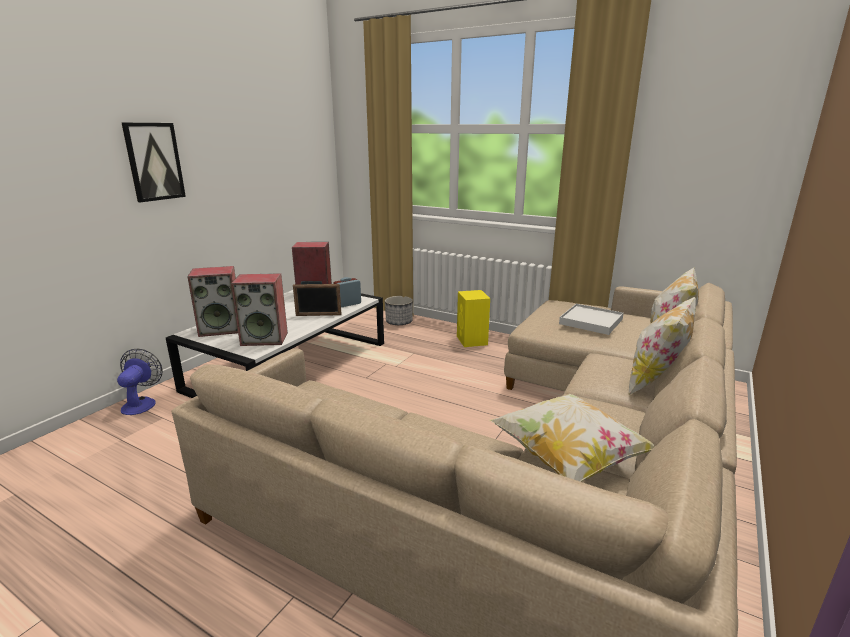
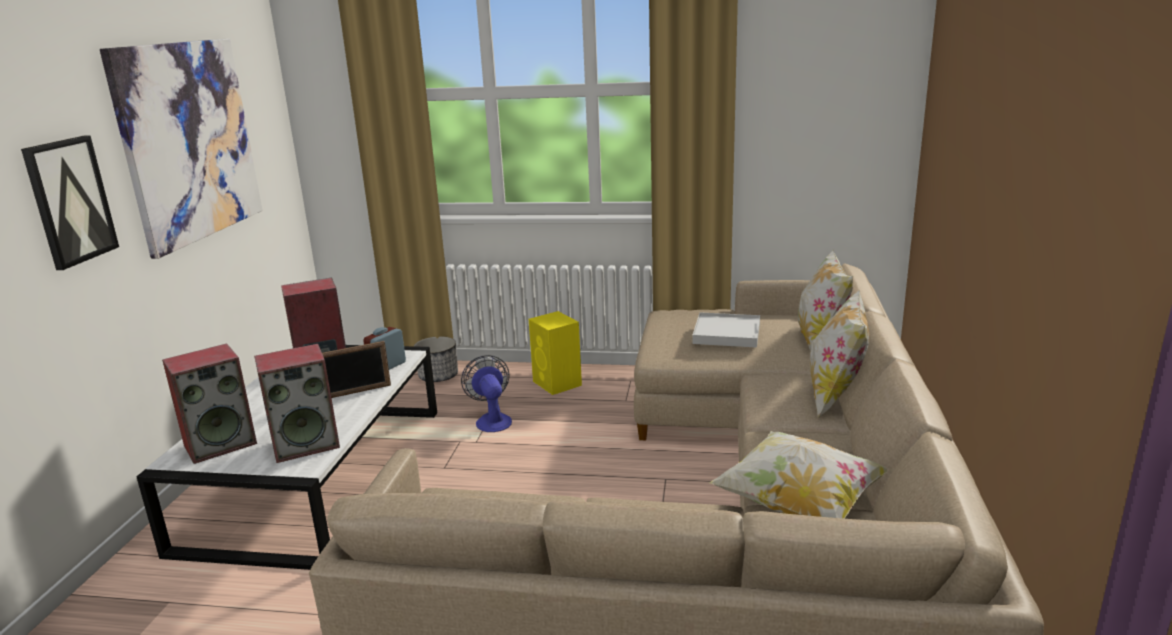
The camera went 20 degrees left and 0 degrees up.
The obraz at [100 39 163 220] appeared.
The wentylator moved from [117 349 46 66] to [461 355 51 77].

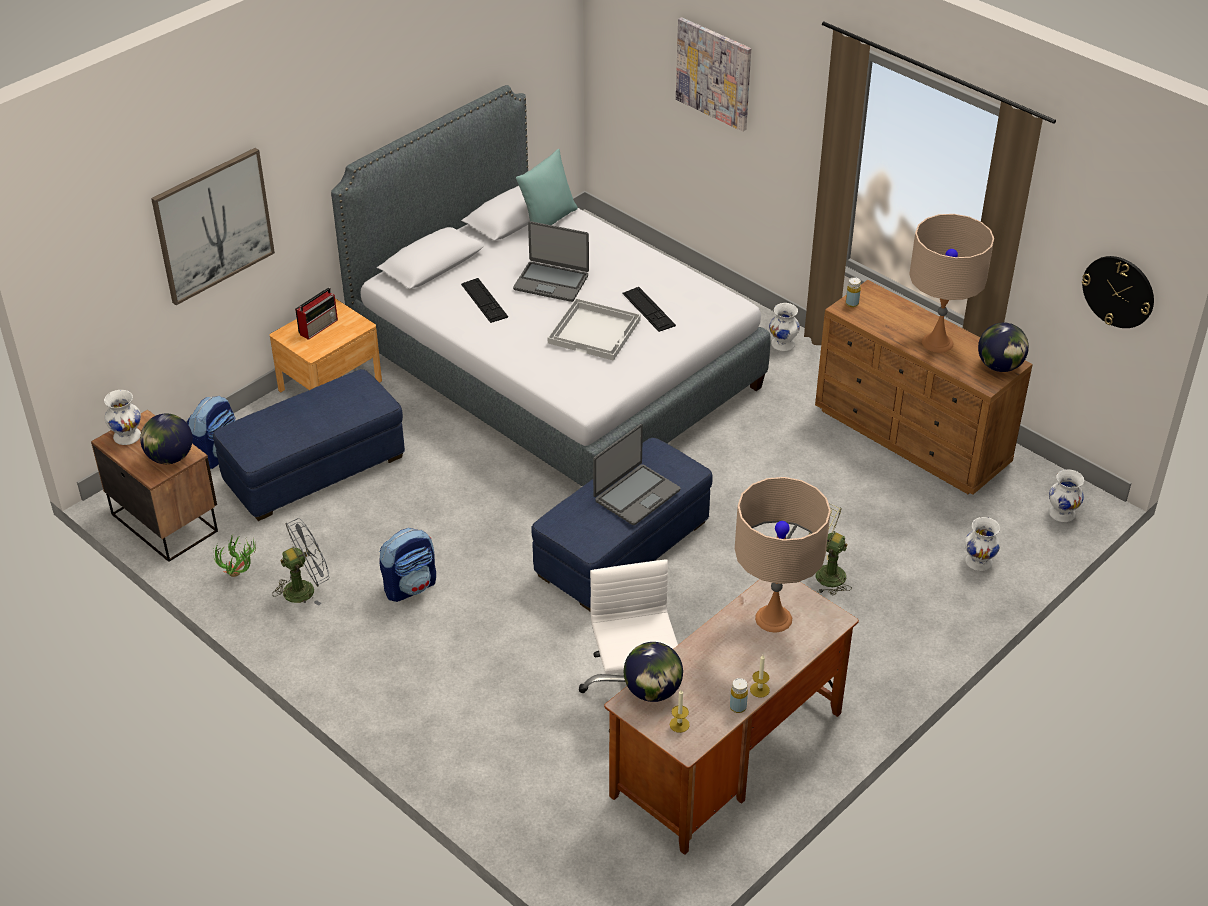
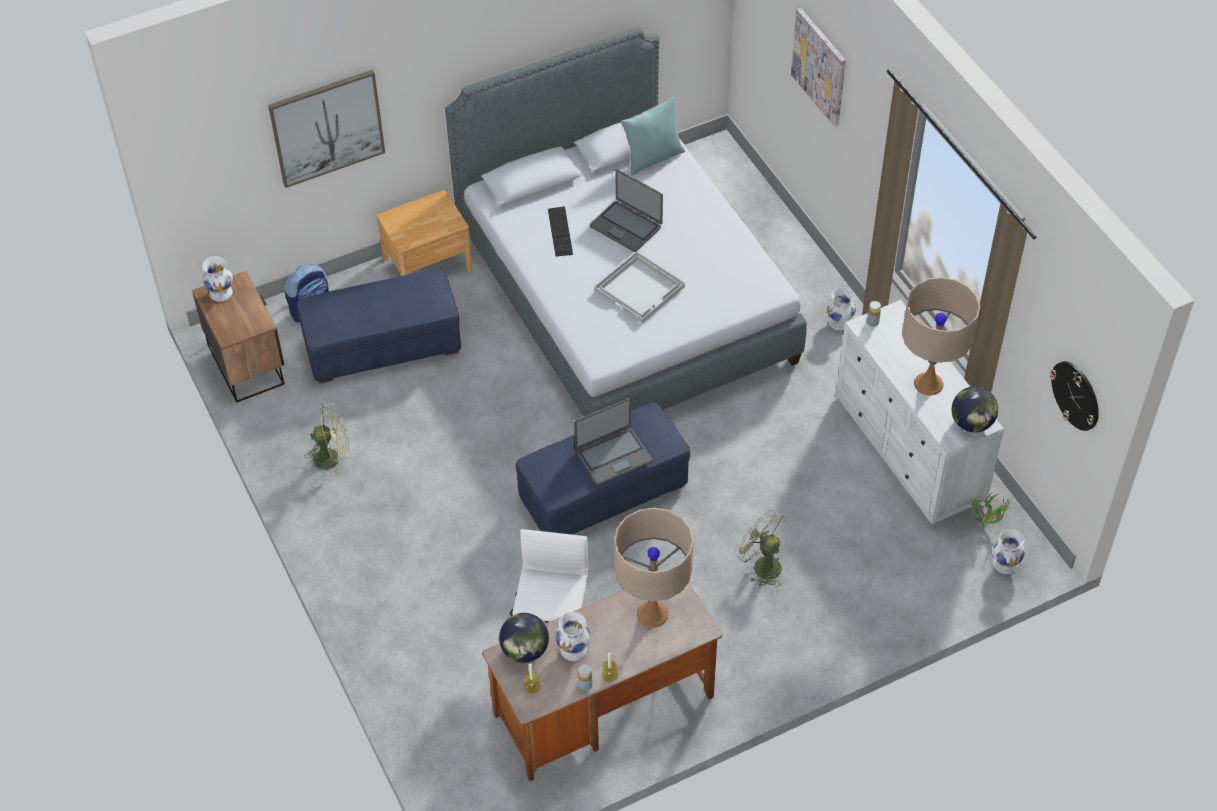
The camera went 20 degrees right and 10 degrees up.
The wentylator (szary) at [272 518 57 88] became the wentylator (zielony) at [305 403 44 73].
The wazon (biały) moved from [965 517 35 54] to [556 612 35 49].
The komoda (brązowy) at [815 280 218 215] became the komoda (biały) at [836 300 168 224].
The roślina doniczkowa moved from [213 534 43 43] to [971 493 39 33].
The globus at [140 413 53 51] disappeared.
The radio at [295 288 43 52] disappeared.
The plecak at [379 528 57 74] disappeared.
The klawiatura at [622 287 54 45] disappeared.

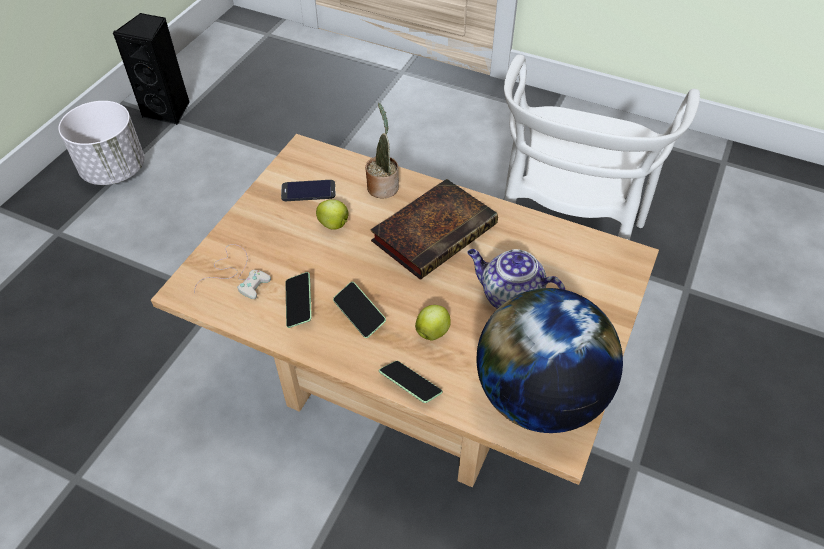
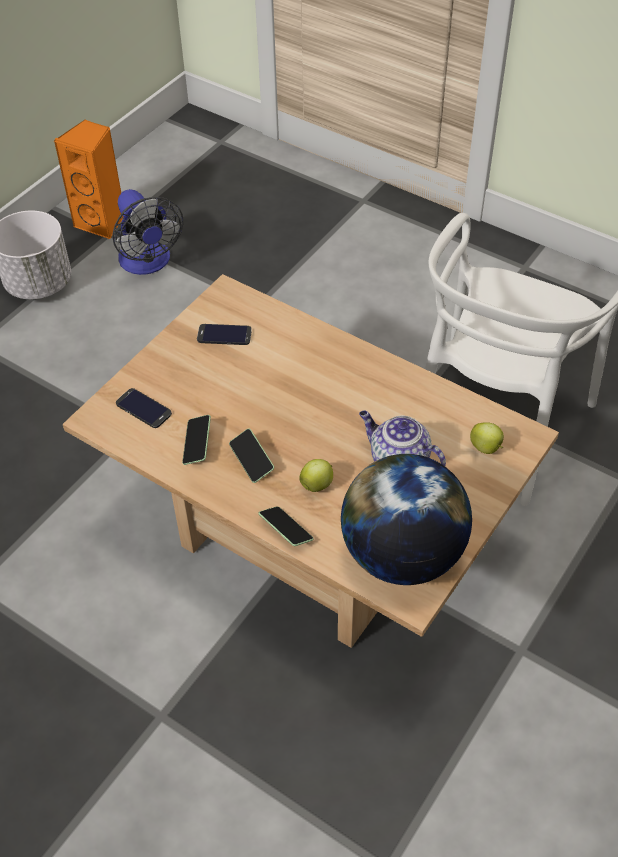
The camera went 10 degrees right and 0 degrees up.
The głośnik (czarny) at [113 13 77 112] became the głośnik (pomarańczowy) at [54 120 69 119].
The wentylator at [113 189 70 86] appeared.
The pad do gier (biały) at [194 244 77 55] was replaced by the telefon at [116 388 56 40].
The jabłko moved from [316 199 32 31] to [470 422 34 32].
The roślina doniczkowa at [365 103 34 96] disappeared.
The książka at [370 179 128 101] disappeared.

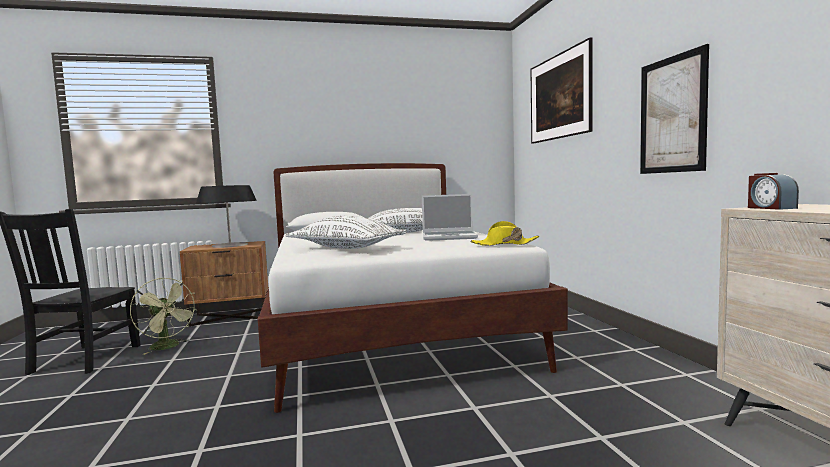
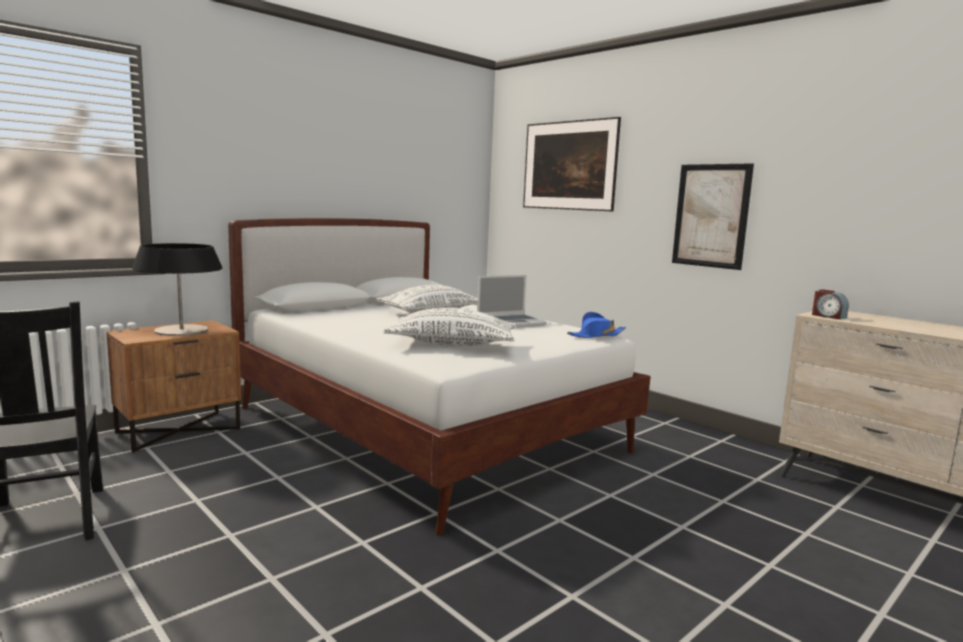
The camera went 30 degrees left and 5 degrees up.
The kapelusz (żółty) at [471 221 68 25] became the kapelusz (niebieski) at [567 312 59 26].
The wentylator (zielony) at [130 278 68 77] disappeared.

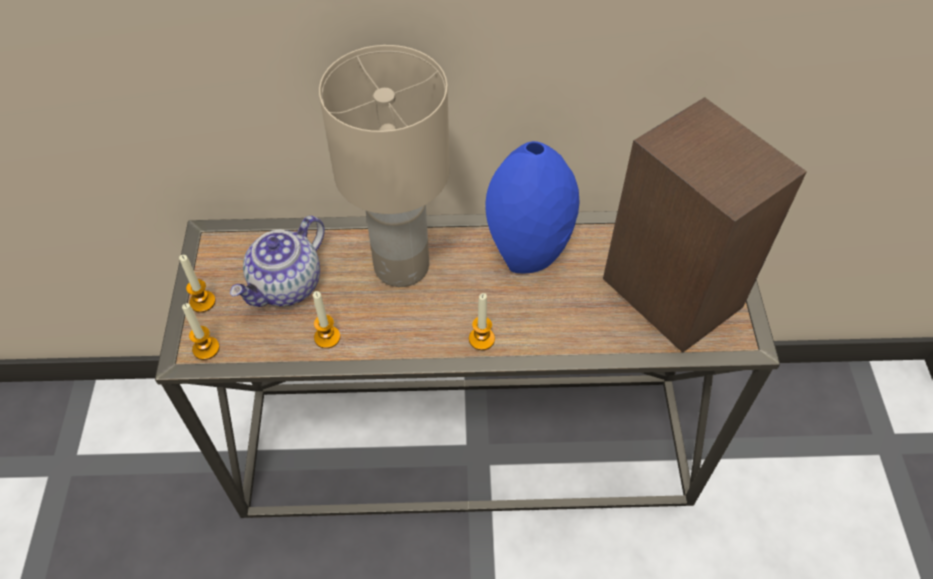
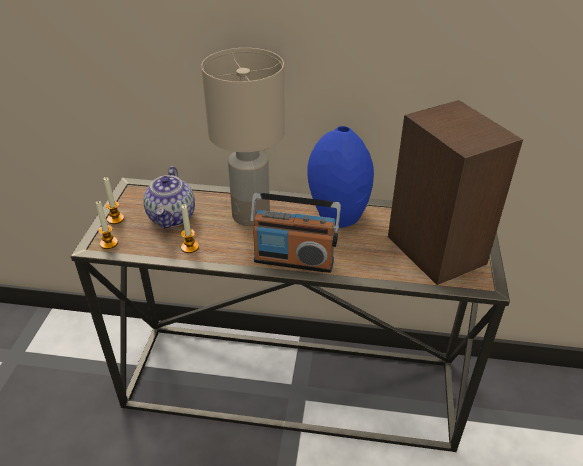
The camera went 10 degrees right and 15 degrees down.
The imbryk at [230 216 95 91] turned 45 degrees counterclockwise.
The świeca at [469 293 26 57] was replaced by the radio at [250 193 91 80].

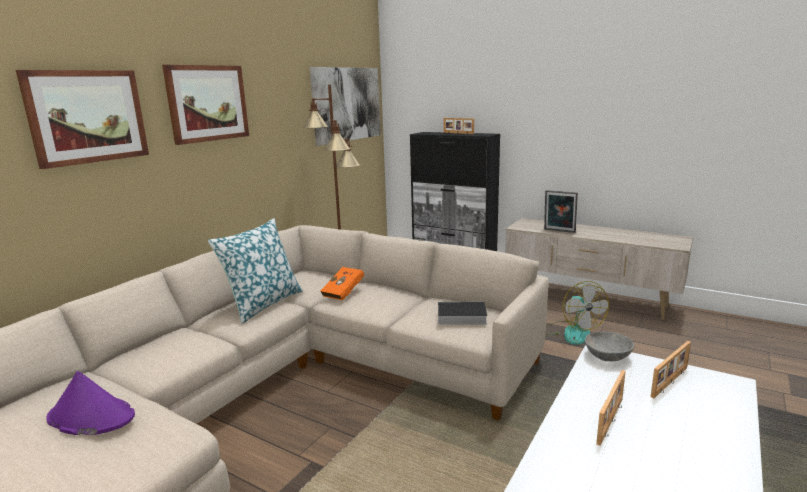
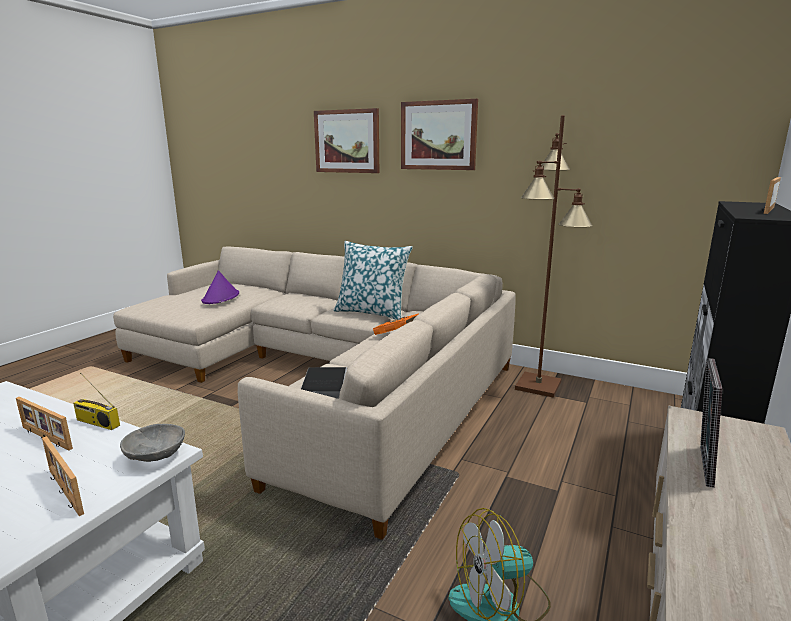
The camera went 85 degrees right and 0 degrees up.
The radio at [73 373 47 57] appeared.
The obraz at [310 67 71 79] disappeared.

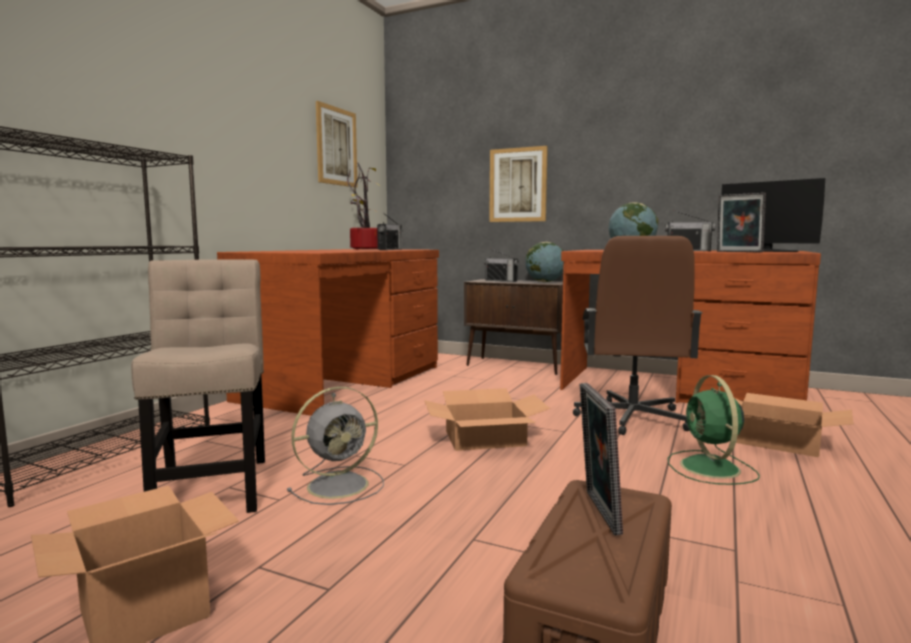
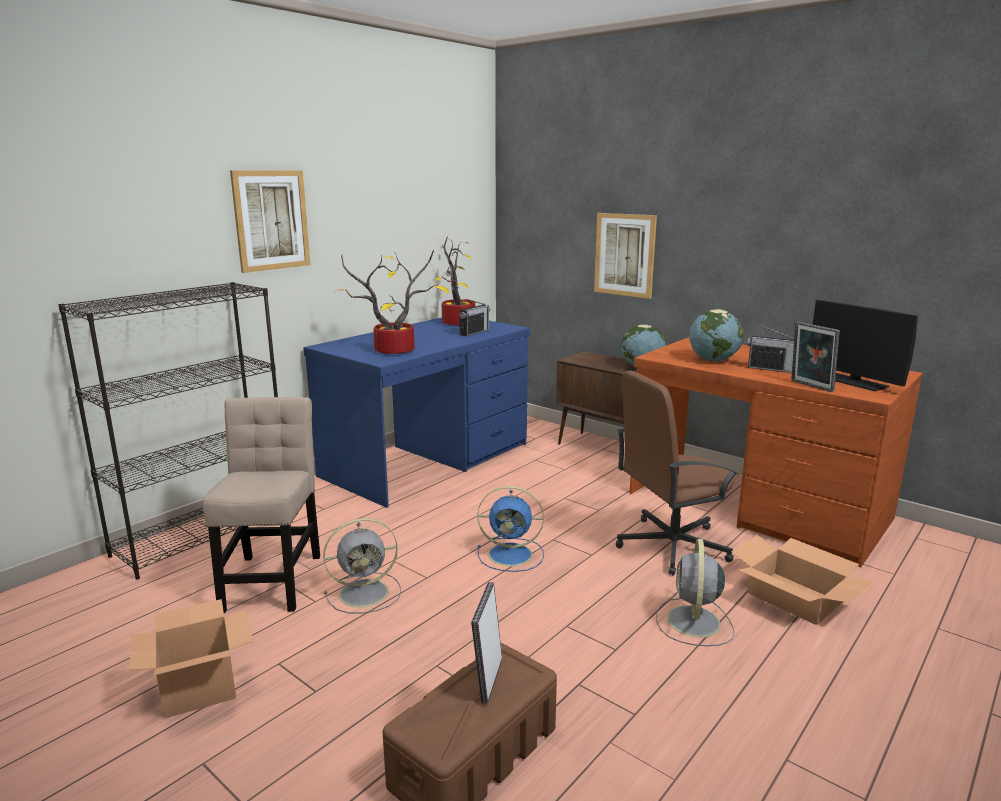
The camera went 15 degrees right and 10 degrees up.
The obraz moved from [316 101 42 86] to [230 170 80 103].
The biurko (brązowy) at [217 249 222 167] became the biurko (niebieski) at [303 318 227 190].
The roślina doniczkowa at [337 250 112 104] appeared.
The karton at [424 388 126 63] was replaced by the wentylator (niebieski) at [477 486 67 86].
The krzesło biurowe (brązowy) at [573 236 130 199] turned 45 degrees clockwise.
The wentylator (zielony) at [667 375 93 110] became the wentylator (szary) at [656 539 79 107].
The radio at [484 248 35 34] disappeared.

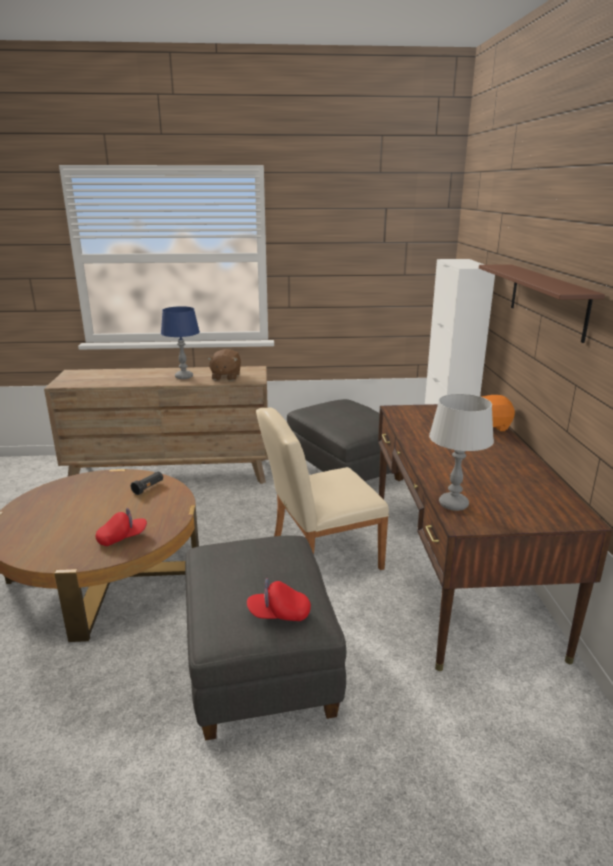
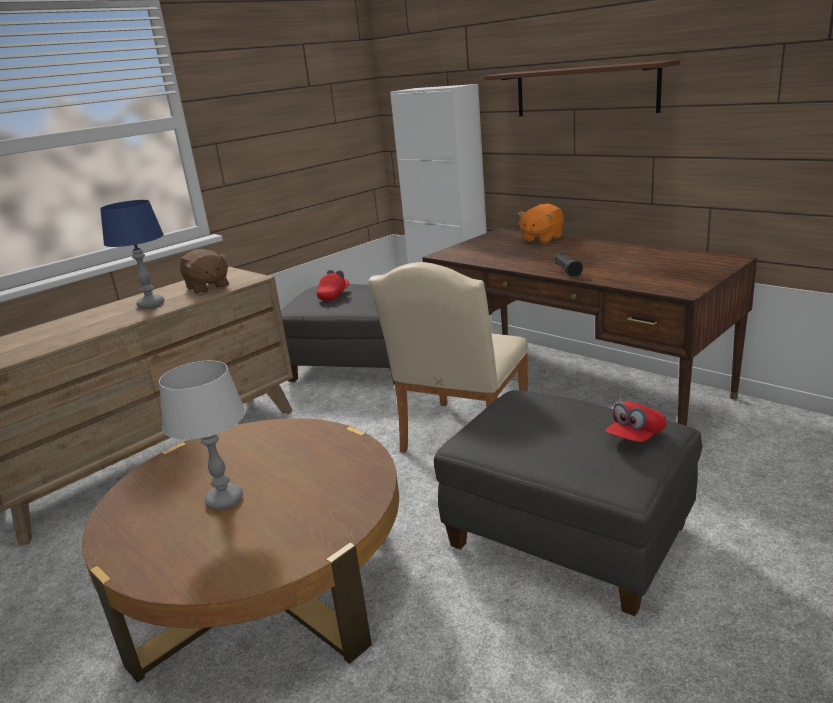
The camera went 40 degrees left and 0 degrees up.
The lampa stołowa (szary) moved from [429 394 65 117] to [159 361 87 149].
The czapka z daszkiem (czerwony) moved from [95 508 52 38] to [316 270 33 31].
The latarka (czarny) moved from [131 471 32 24] to [555 253 28 24].

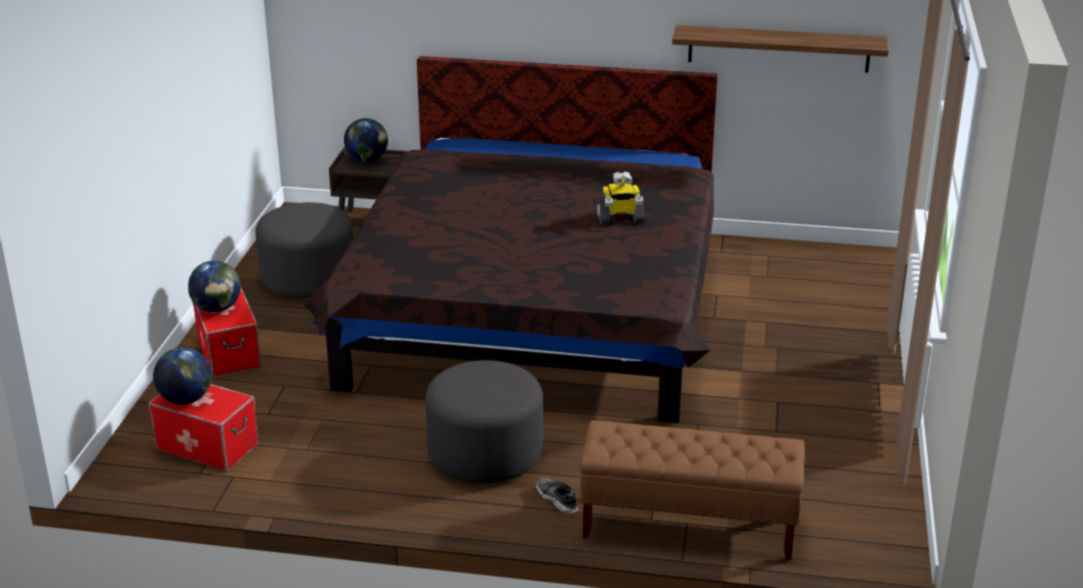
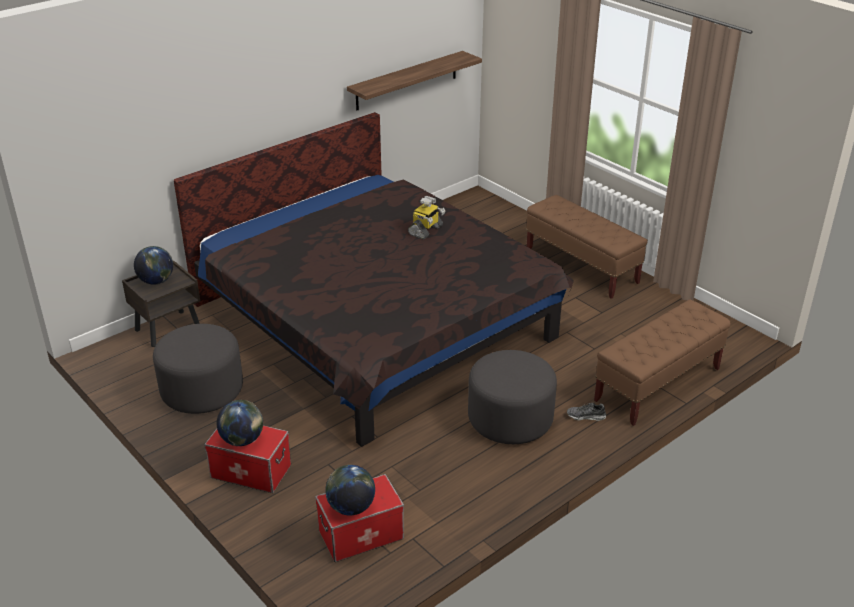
The camera went 50 degrees left and 5 degrees up.
The ławka (brązowy) at [526 195 122 104] appeared.

